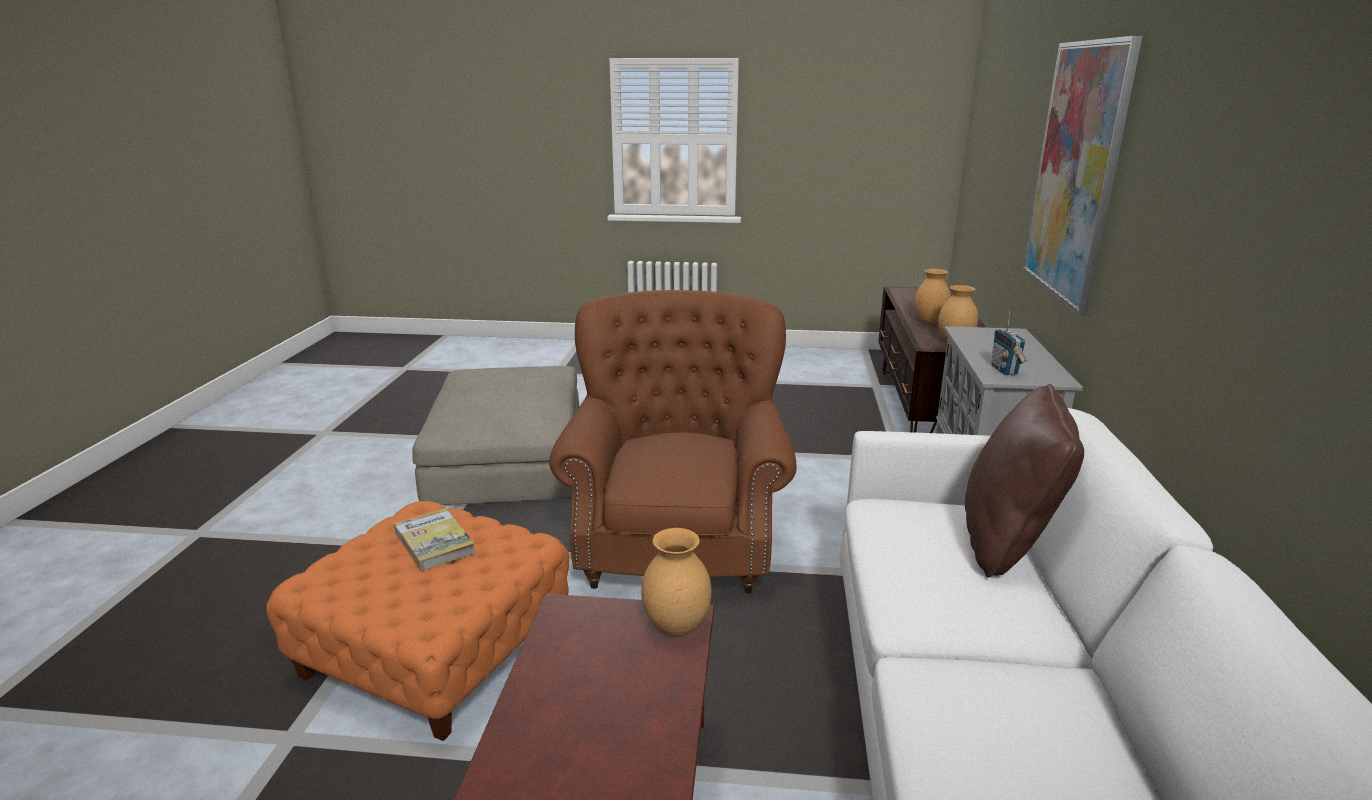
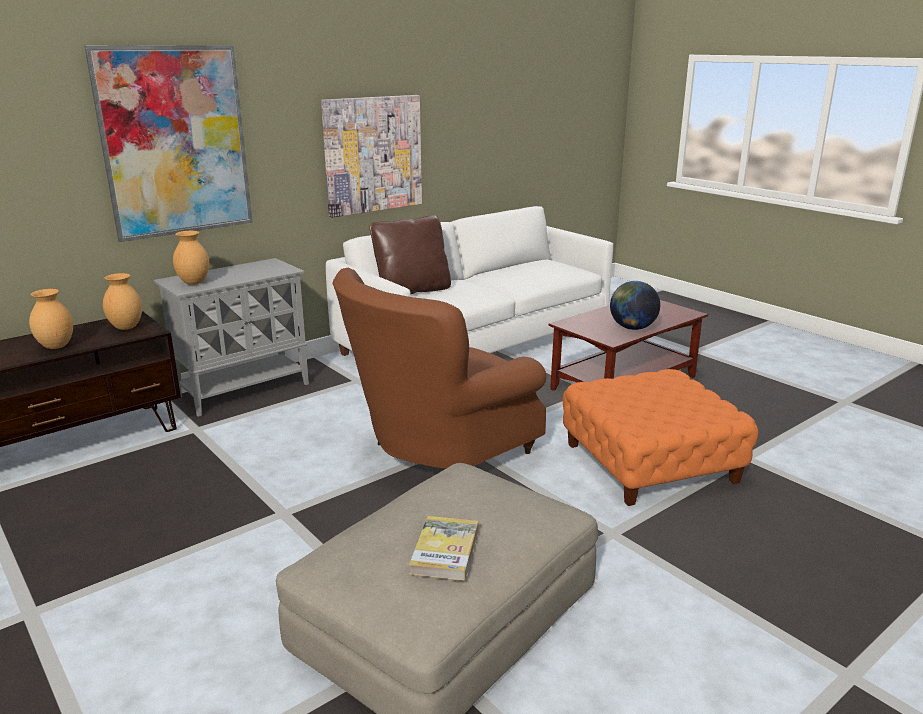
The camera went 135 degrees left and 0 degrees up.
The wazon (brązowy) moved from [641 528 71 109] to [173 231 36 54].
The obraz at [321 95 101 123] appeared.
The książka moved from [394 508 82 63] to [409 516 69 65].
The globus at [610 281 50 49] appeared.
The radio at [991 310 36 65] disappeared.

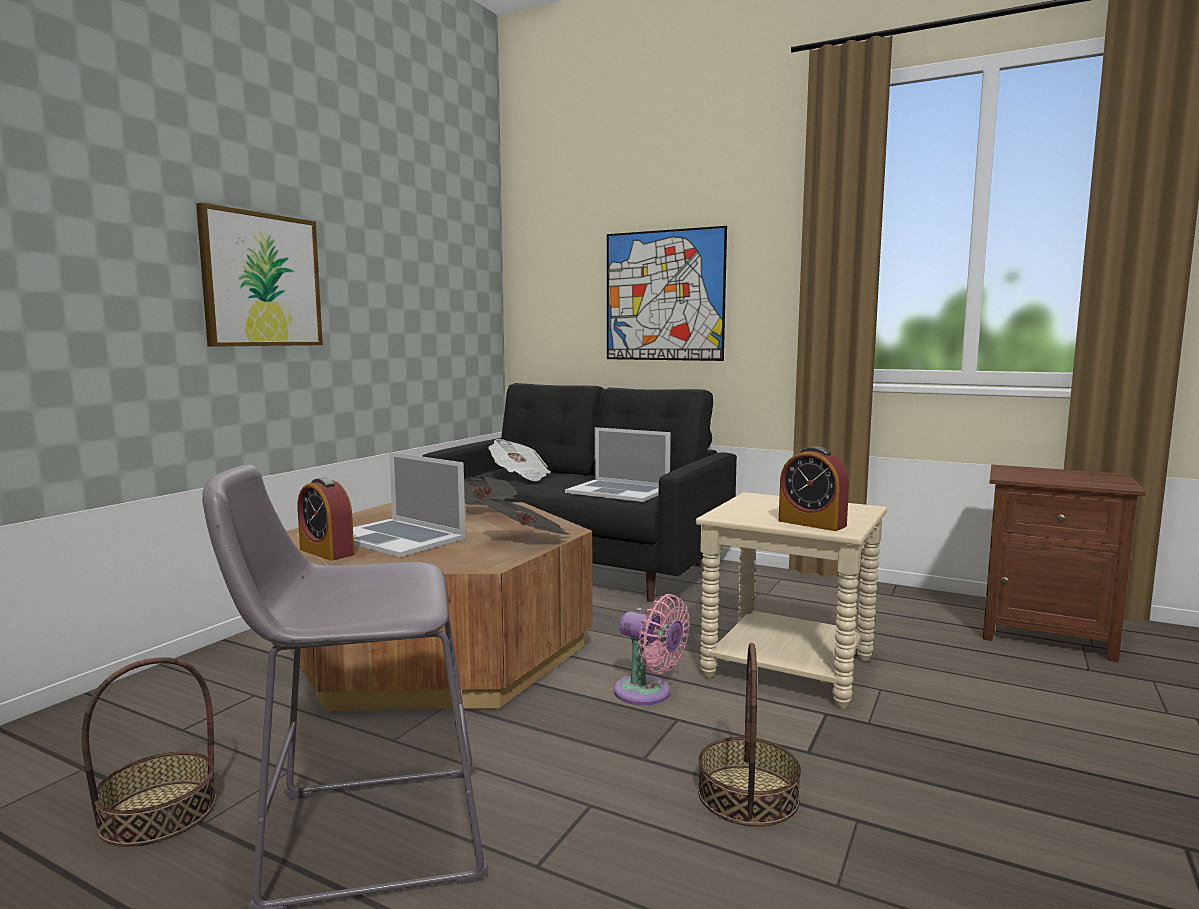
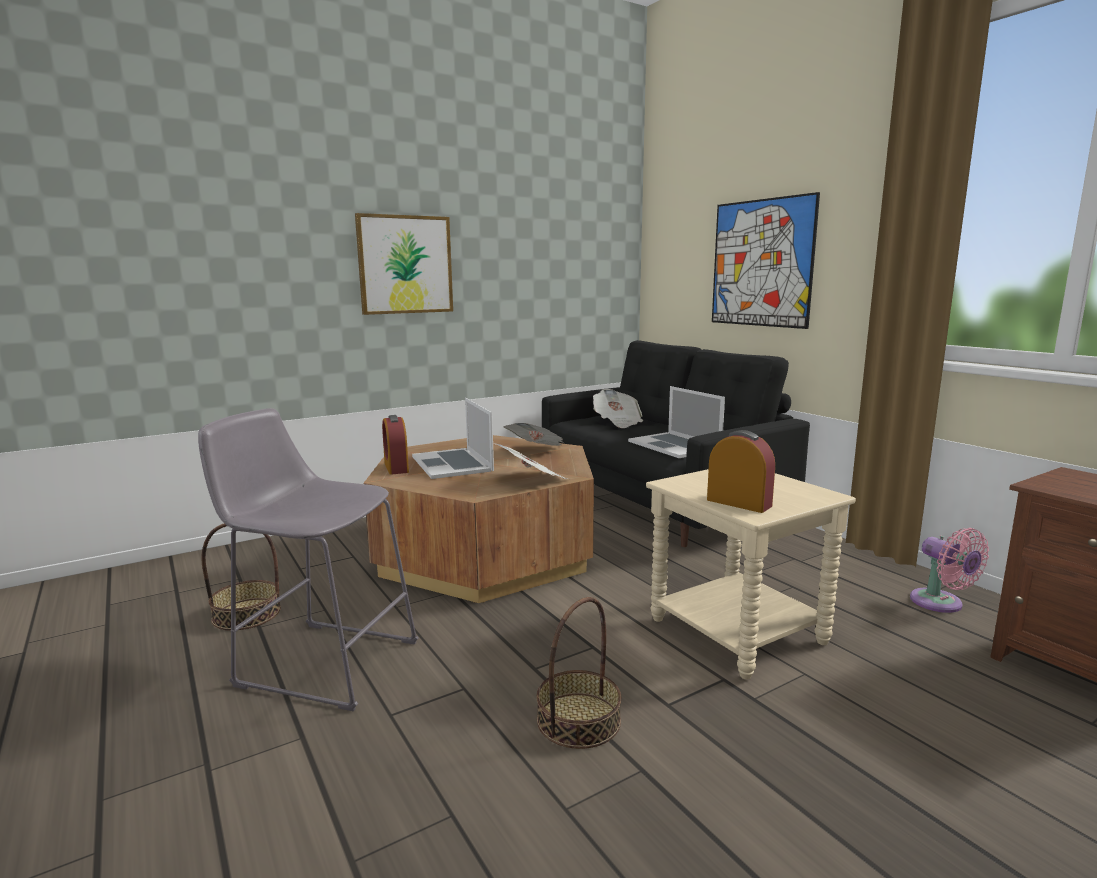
The camera went 30 degrees right and 5 degrees up.
The budzik at [779 446 70 85] turned 150 degrees clockwise.
The wentylator (różowy) moved from [614 594 76 111] to [910 528 79 85].

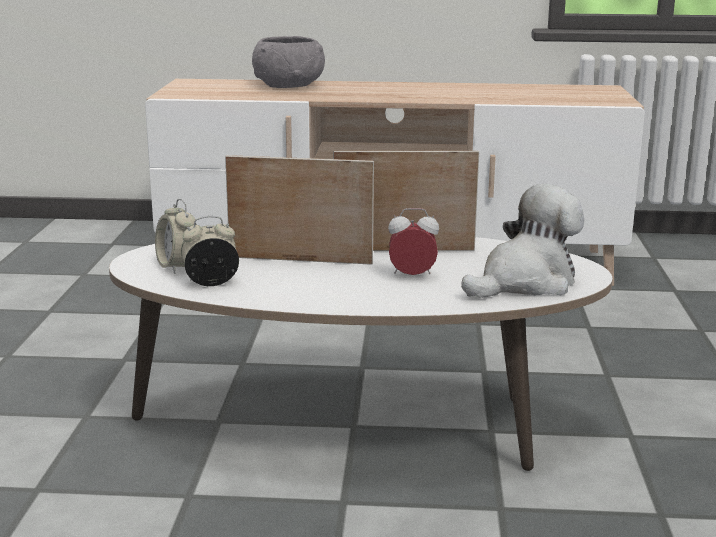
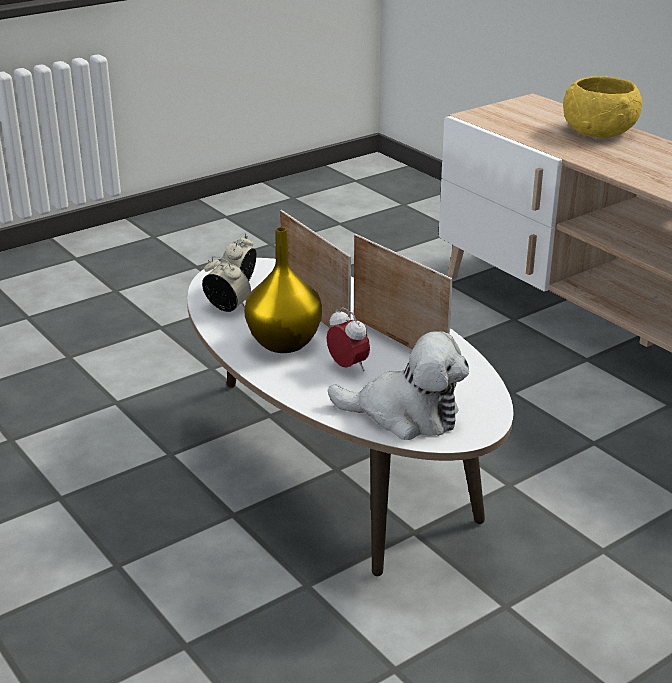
The camera went 50 degrees right and 10 degrees up.
The wazon (żółty) at [244 227 78 126] appeared.
The miska (szary) at [252 36 73 52] became the miska (żółty) at [563 76 79 61].

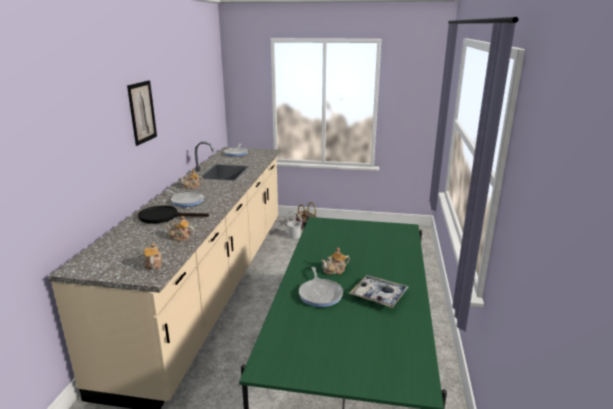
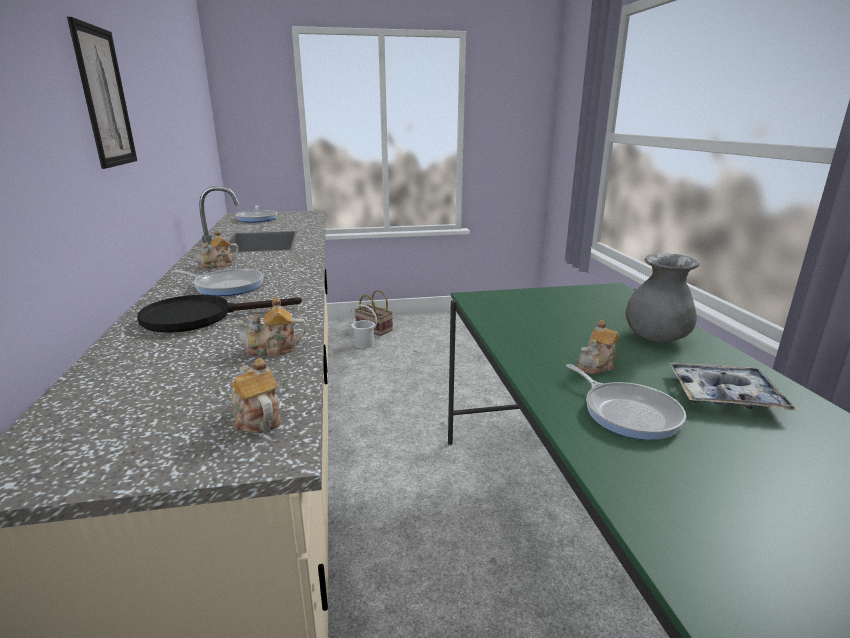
The camera went 20 degrees left and 0 degrees up.
The wazon (szary) at [626 253 73 89] appeared.

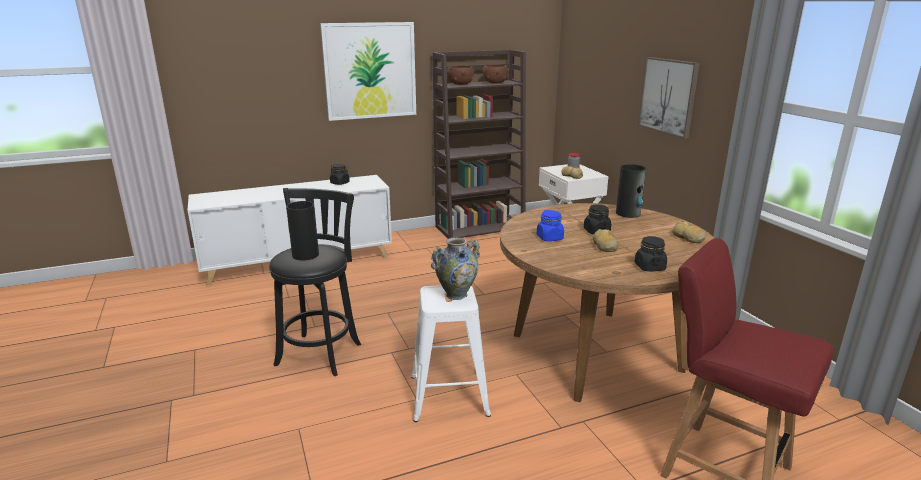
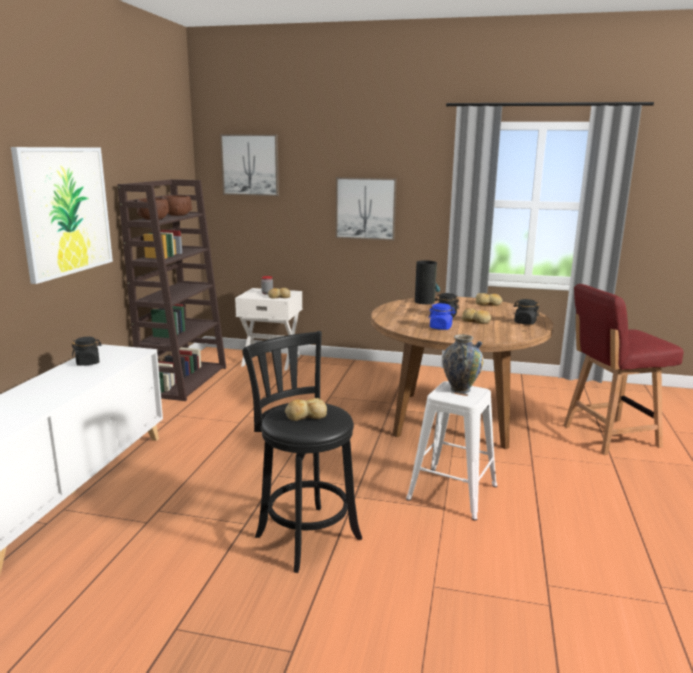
The camera went 55 degrees left and 5 degrees down.
The obraz at [220 134 59 62] appeared.
The wazon at [286 201 33 59] was replaced by the chleb at [285 398 42 23].

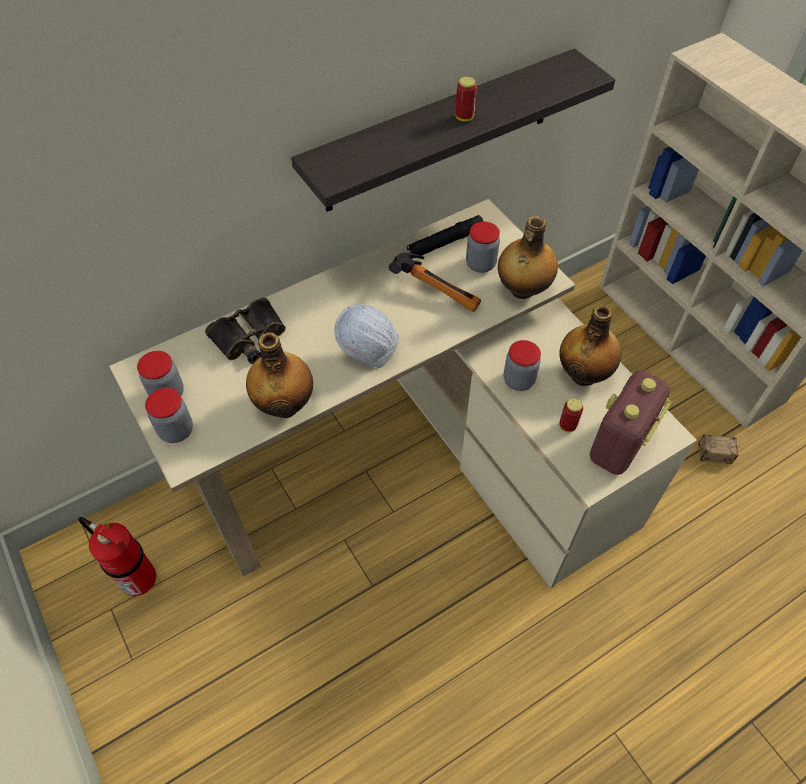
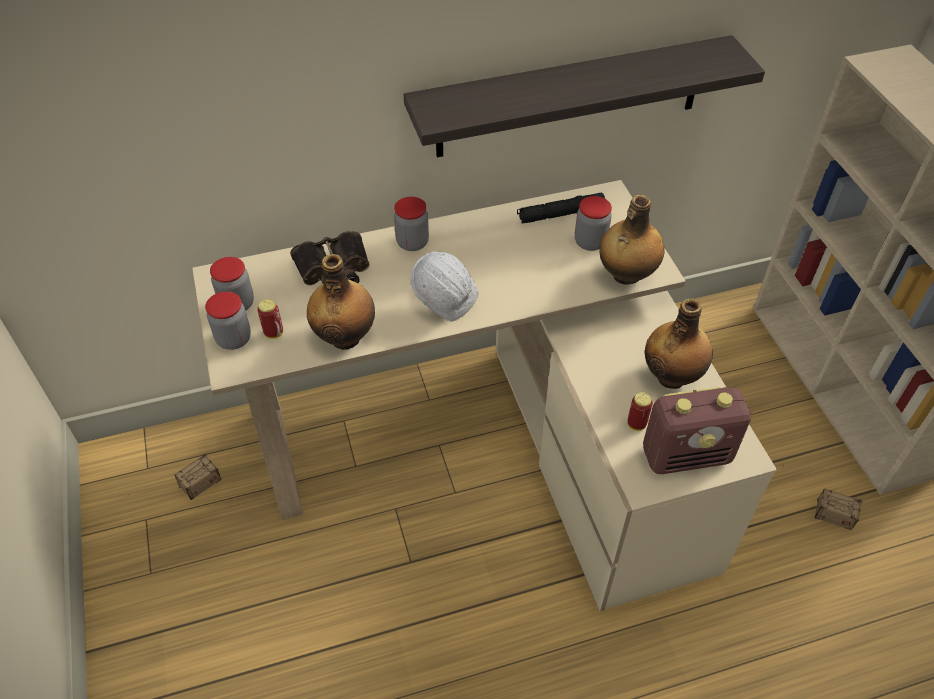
The camera went 15 degrees right and 5 degrees down.
The gaśnica at [78 517 78 79] was replaced by the pojemnik do przechowywania at [128 455 94 45].
The puszka moved from [455 77 22 45] to [257 299 26 40].
The słoik moved from [504 340 37 51] to [394 197 35 54].
The radio at [590 370 81 105] turned 150 degrees counterclockwise.
The młotek at [389 252 92 60] disappeared.

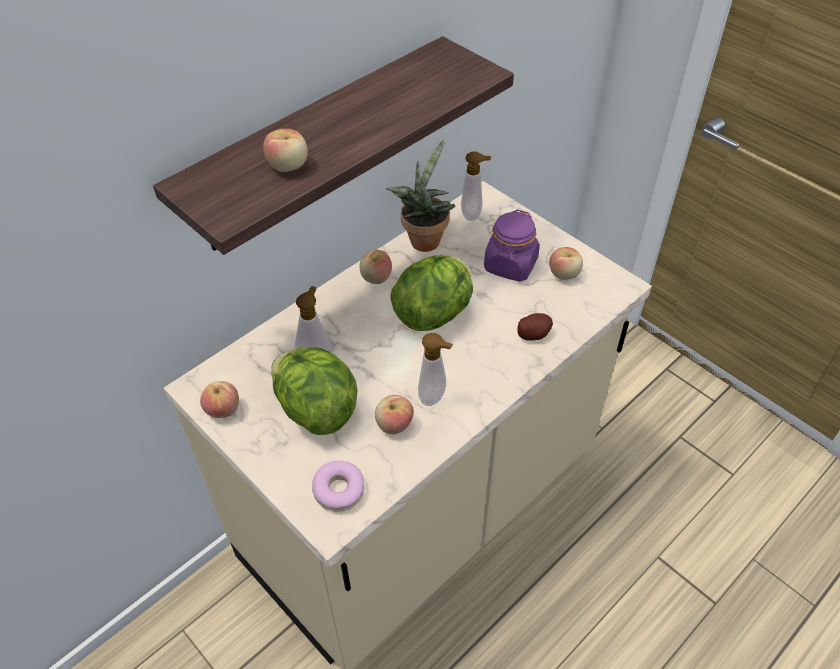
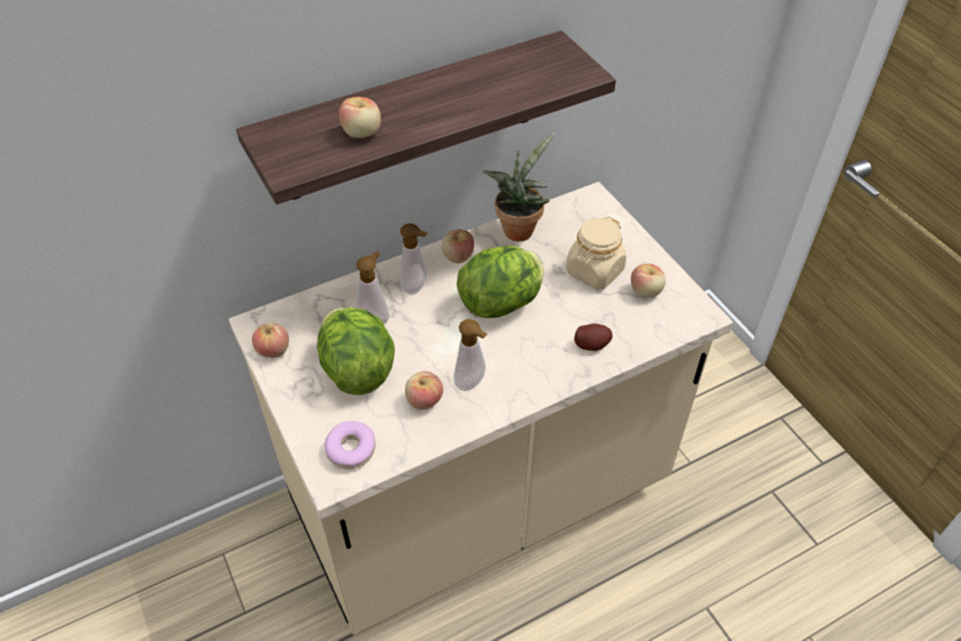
The camera went 15 degrees right and 0 degrees up.
The dozownik mydła moved from [461 151 30 70] to [400 223 28 72].
The słoik (fioletowy) at [484 209 56 72] became the słoik (beżowy) at [566 216 60 73].

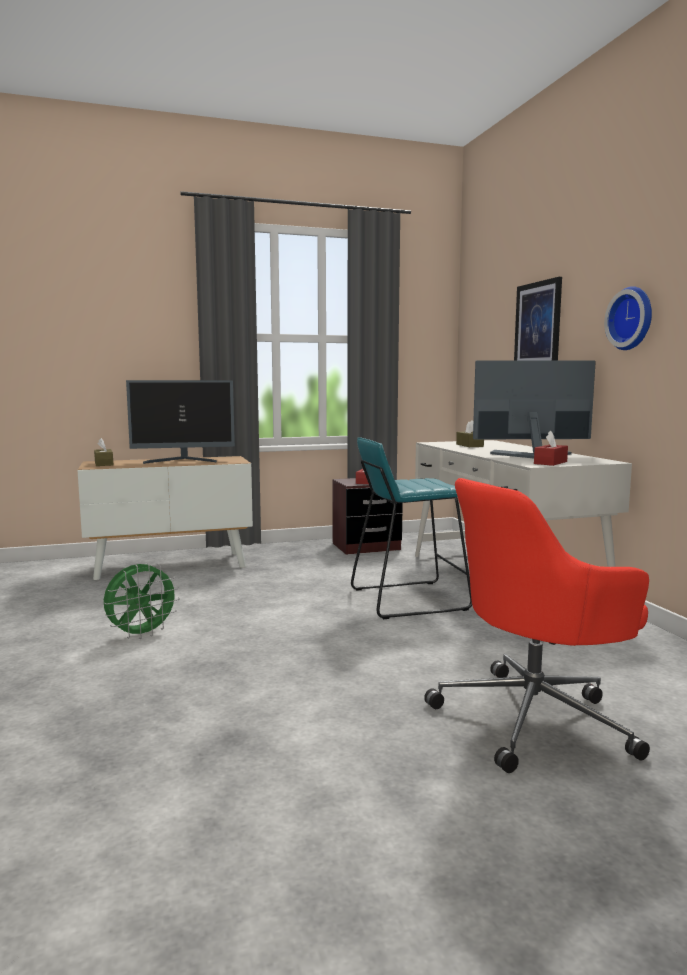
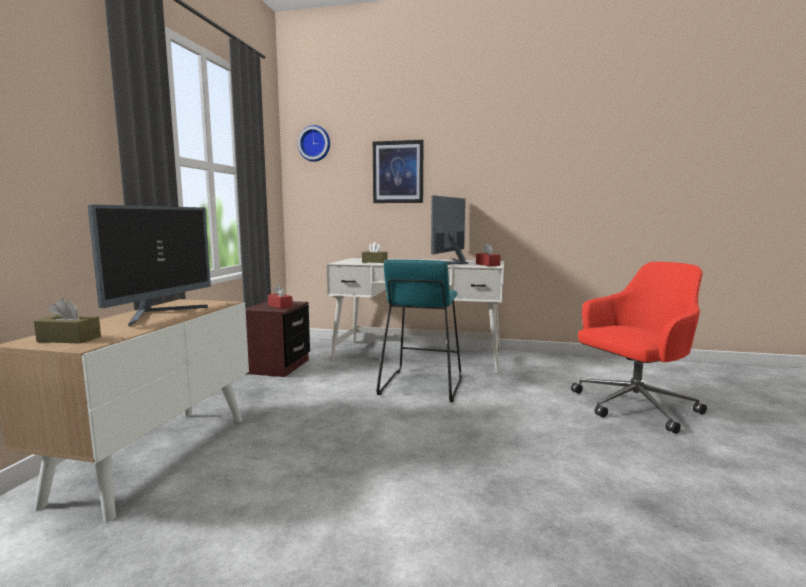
The camera went 60 degrees left and 0 degrees up.
The zegar ścienny moved from [604 286 48 64] to [298 125 32 37].
The krzesło biurowe (czerwony) at [424 478 226 295] turned 120 degrees counterclockwise.
The wentylator (zielony) at [104 562 76 77] disappeared.

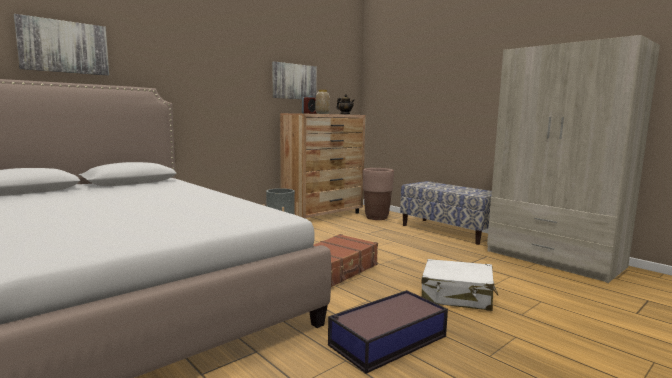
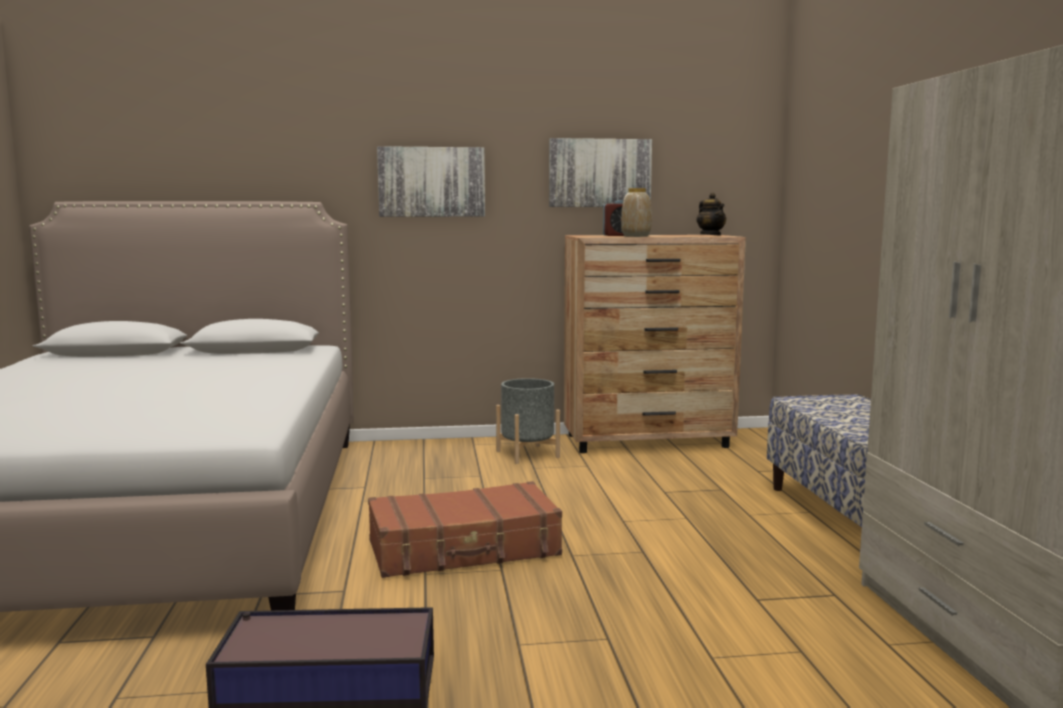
The camera went 35 degrees right and 0 degrees up.
The obraz moved from [14 14 95 62] to [377 146 108 71].
The donica (brązowy) at [363 168 31 52] disappeared.
The walizka (biały) at [421 259 77 52] disappeared.

